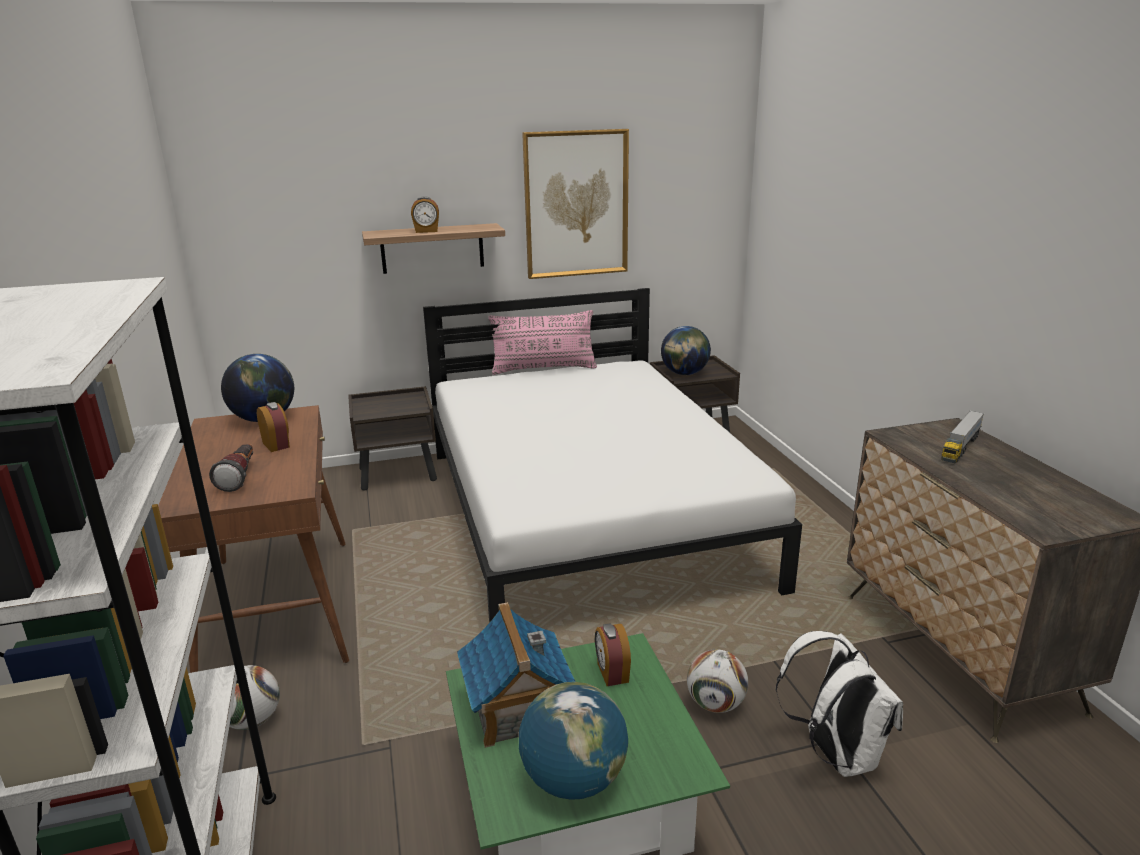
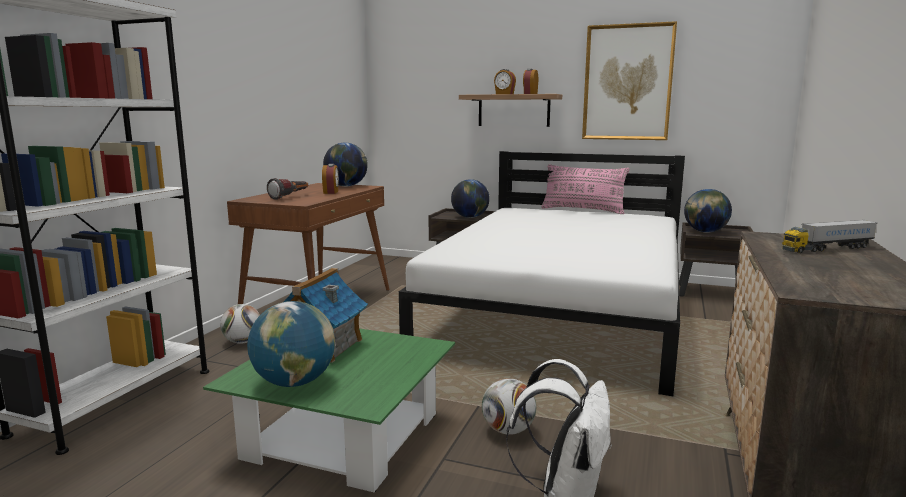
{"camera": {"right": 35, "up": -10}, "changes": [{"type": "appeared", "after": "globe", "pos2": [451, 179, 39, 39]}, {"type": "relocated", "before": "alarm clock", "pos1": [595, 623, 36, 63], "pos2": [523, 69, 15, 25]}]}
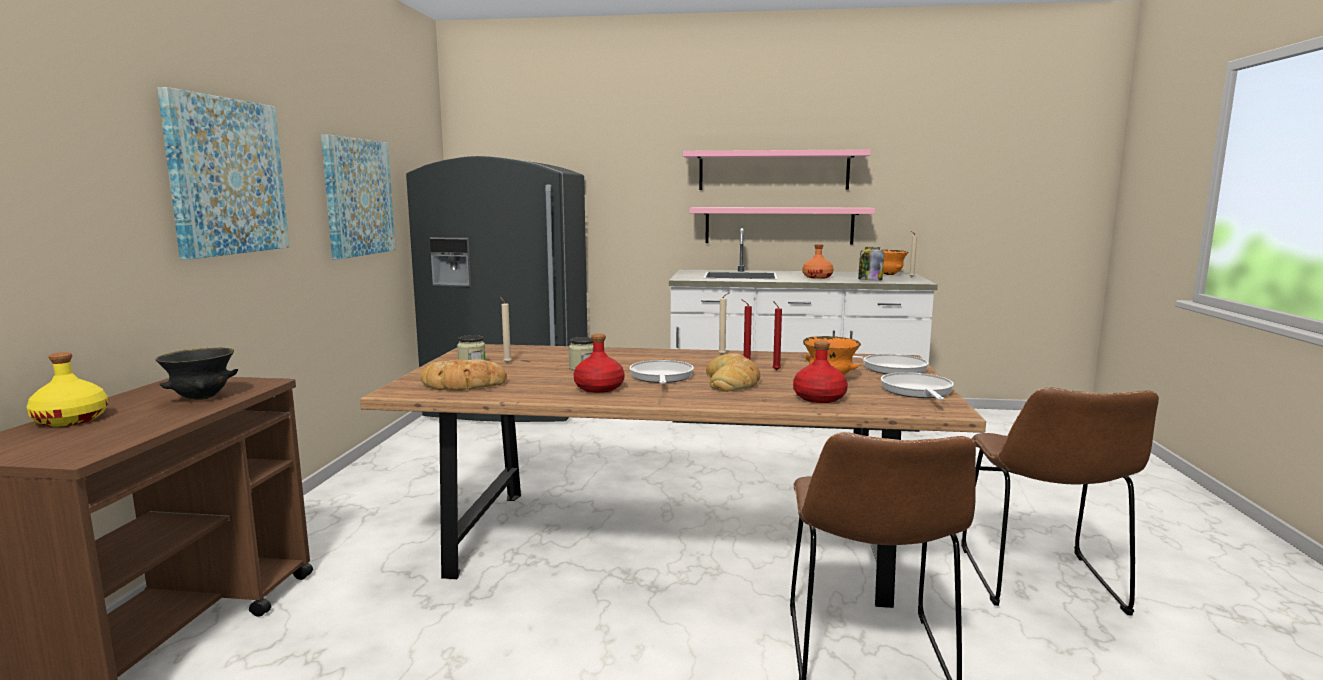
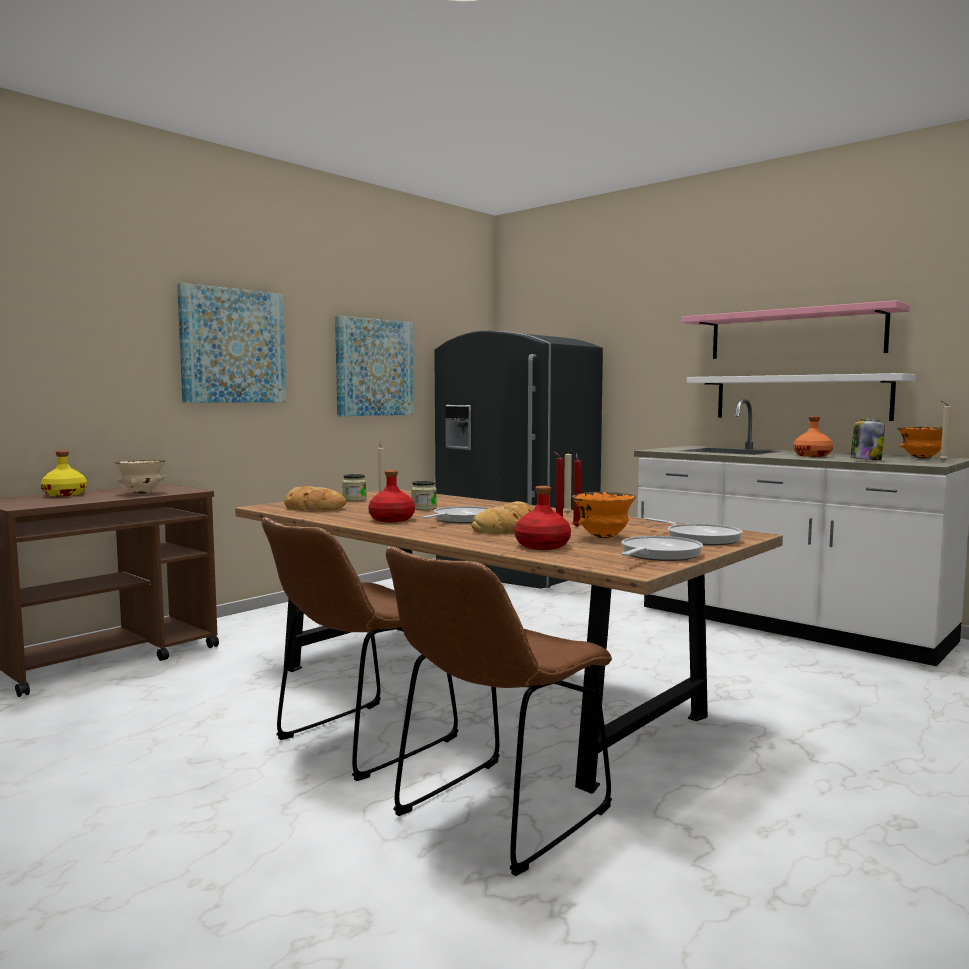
{"camera": {"right": 35, "up": -5}, "changes": [{"type": "relocated", "before": "chair (brown)", "pos1": [961, 387, 198, 228], "pos2": [262, 517, 197, 264]}, {"type": "colour", "before": "bowl (black)", "after": "bowl (beige)", "pos1": [155, 347, 83, 53], "pos2": [115, 460, 50, 34]}, {"type": "colour", "before": "shelf (pink)", "after": "shelf (white)", "pos1": [689, 207, 186, 38], "pos2": [687, 373, 228, 48]}]}
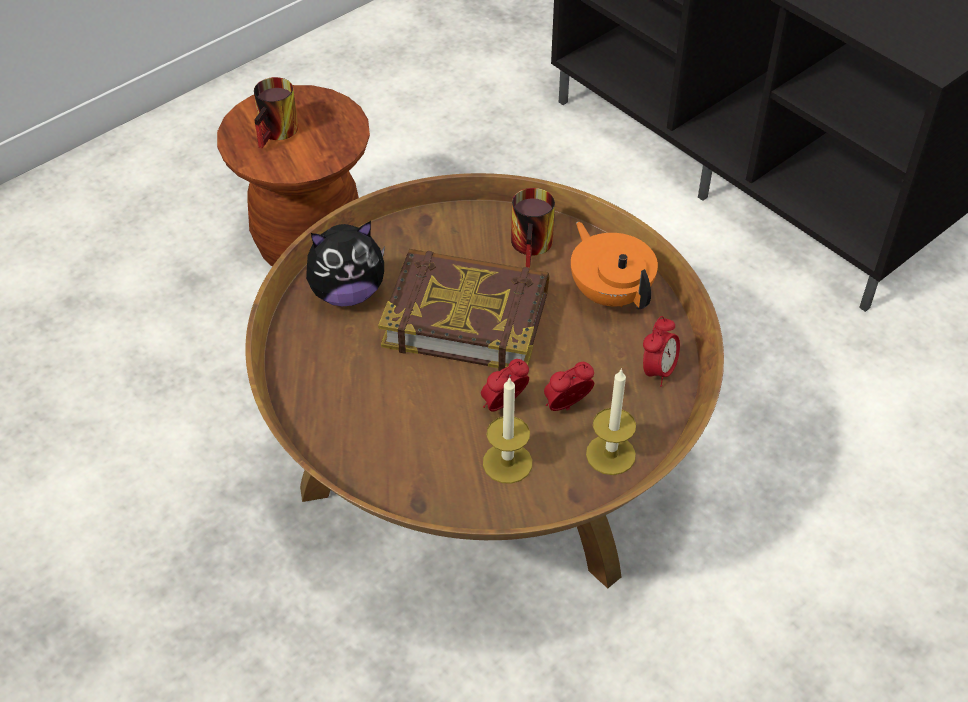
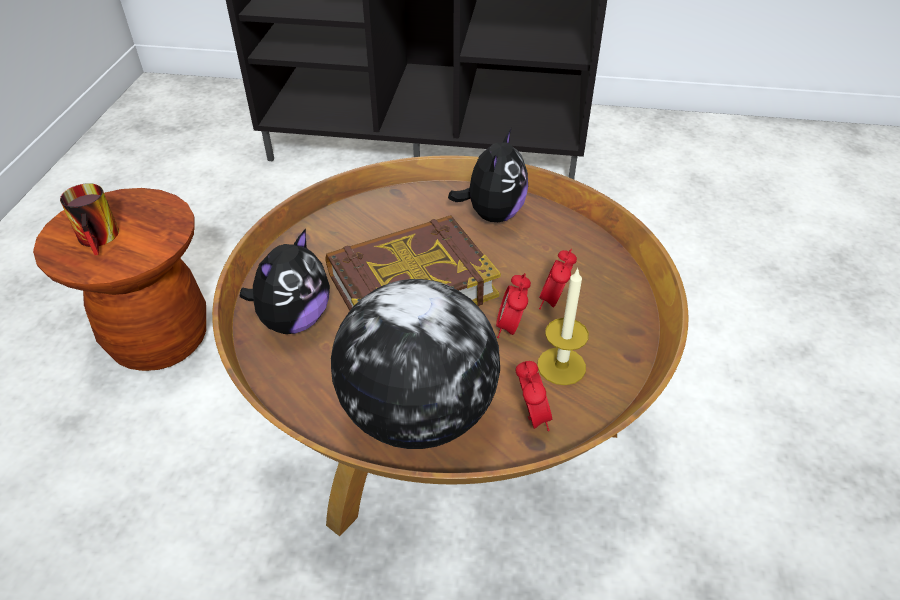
{"camera": {"right": -40, "up": -5}, "changes": [{"type": "missing", "before": "mug", "pos1": [511, 188, 44, 80]}, {"type": "missing", "before": "candle", "pos1": [586, 368, 50, 107]}, {"type": "appeared", "after": "globe", "pos2": [331, 279, 169, 170]}, {"type": "relocated", "before": "alarm clock", "pos1": [643, 316, 37, 71], "pos2": [516, 361, 36, 70]}, {"type": "exchanged", "before": "teapot (orange)", "after": "plush toy", "pos1": [571, 222, 87, 87], "pos2": [448, 128, 80, 94]}]}
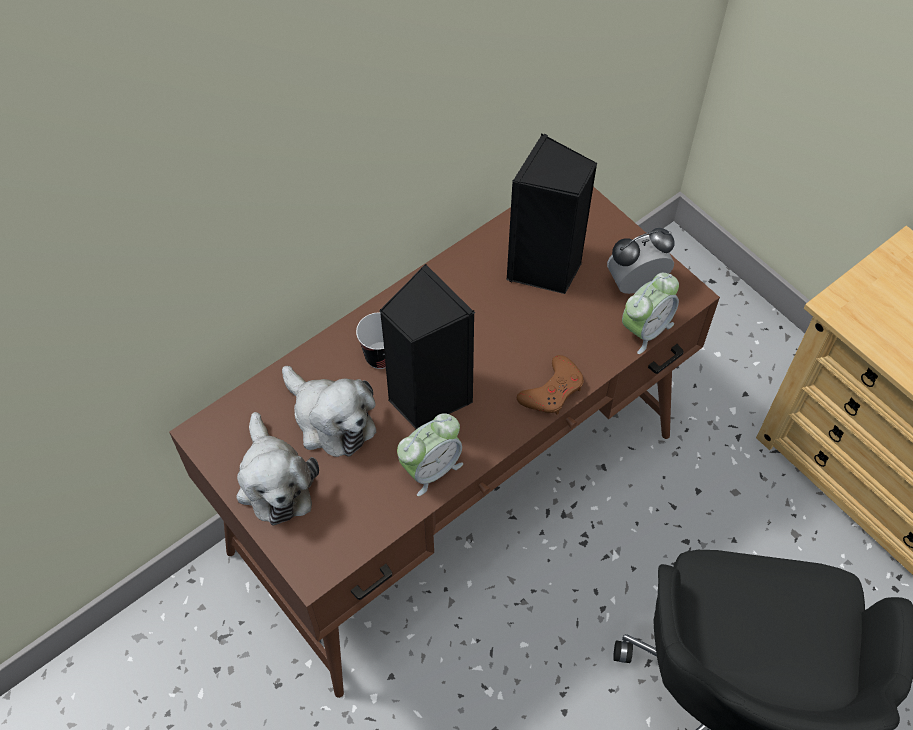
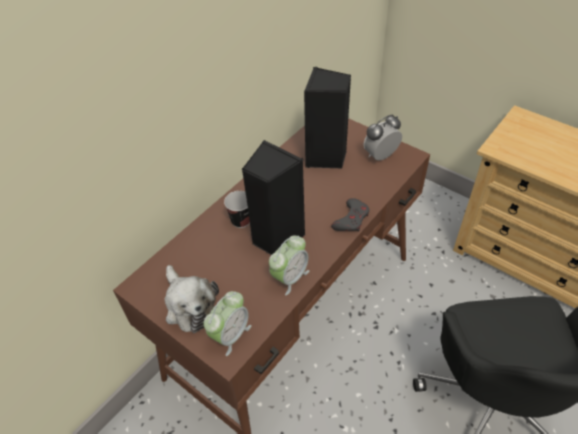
{"camera": {"right": -10, "up": -10}, "changes": [{"type": "missing", "before": "plush toy", "pos1": [282, 366, 94, 91]}, {"type": "relocated", "before": "alarm clock", "pos1": [622, 273, 57, 81], "pos2": [203, 291, 49, 65]}, {"type": "colour", "before": "game controller (brown)", "after": "game controller (grey)", "pos1": [517, 355, 67, 60], "pos2": [331, 198, 38, 34]}]}
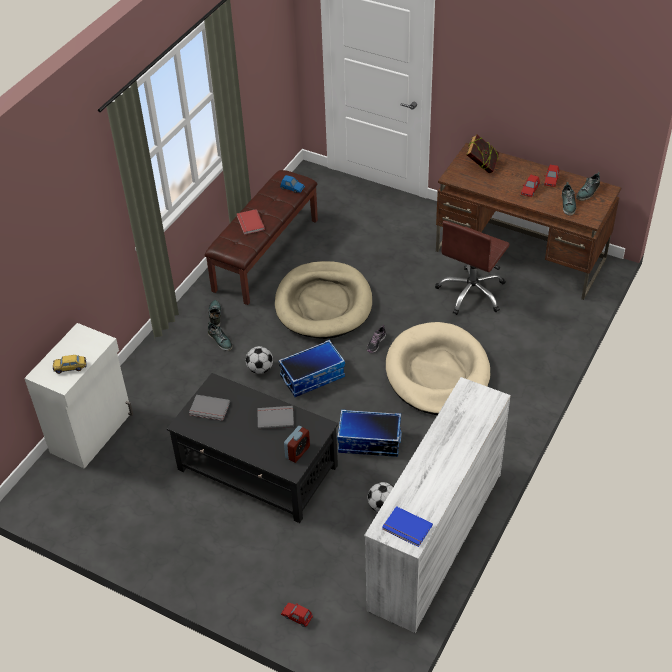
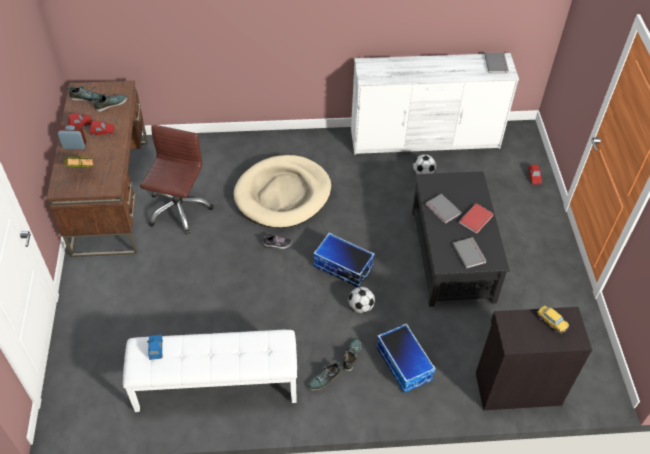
{"camera": {"right": -125, "up": 5}, "changes": [{"type": "missing", "before": "dog bed (beige)", "pos1": [275, 261, 97, 78]}, {"type": "relocated", "before": "book (red)", "pos1": [237, 209, 28, 26], "pos2": [459, 203, 35, 31]}, {"type": "relocated", "before": "alarm clock", "pos1": [284, 426, 26, 37], "pos2": [58, 125, 28, 24]}, {"type": "relocated", "before": "storage box", "pos1": [337, 410, 65, 47], "pos2": [377, 323, 59, 70]}, {"type": "colour", "before": "cabinet (white)", "after": "cabinet (black)", "pos1": [24, 323, 109, 146], "pos2": [476, 307, 116, 103]}, {"type": "colour", "before": "bench (brown)", "after": "bench (white)", "pos1": [205, 170, 113, 135], "pos2": [123, 330, 174, 82]}, {"type": "colour", "before": "book (blue)", "after": "book (grey)", "pos1": [382, 506, 51, 41], "pos2": [484, 53, 25, 20]}, {"type": "spun", "before": "office chair (brown)", "pos1": [435, 221, 75, 94], "pos2": [140, 124, 73, 110], "turn": -75}]}
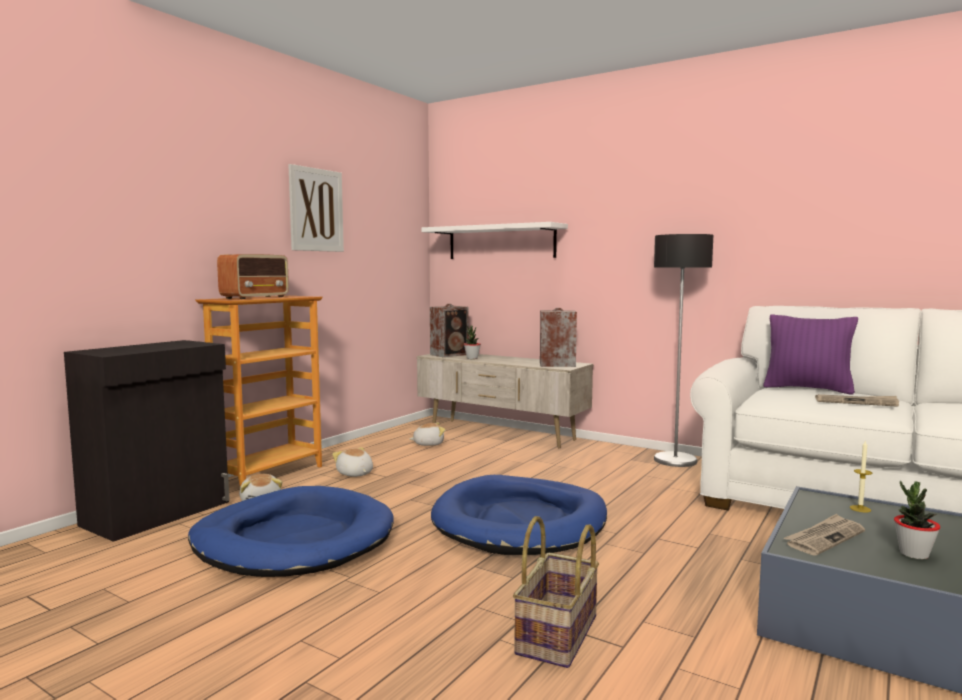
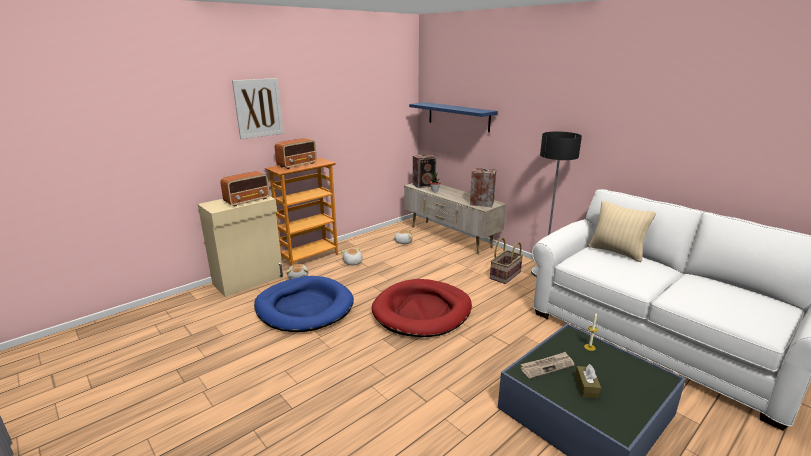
{"camera": {"right": 15, "up": 15}, "changes": [{"type": "missing", "before": "newspaper", "pos1": [815, 394, 84, 13]}, {"type": "appeared", "after": "radio", "pos2": [220, 171, 49, 36]}, {"type": "relocated", "before": "picture", "pos1": [289, 164, 55, 88], "pos2": [232, 78, 51, 61]}, {"type": "relocated", "before": "basket", "pos1": [513, 516, 86, 152], "pos2": [490, 238, 33, 46]}, {"type": "exchanged", "before": "potted plant", "after": "tissue box (brown)", "pos1": [894, 481, 47, 78], "pos2": [575, 364, 26, 34]}, {"type": "colour", "before": "cabinet (black)", "after": "cabinet (beige)", "pos1": [64, 340, 166, 202], "pos2": [198, 196, 86, 101]}, {"type": "colour", "before": "shelf (white)", "after": "shelf (blue)", "pos1": [421, 222, 147, 37], "pos2": [409, 102, 89, 30]}, {"type": "colour", "before": "dog bed (blue)", "after": "dog bed (red)", "pos1": [431, 475, 176, 80], "pos2": [372, 279, 100, 58]}, {"type": "colour", "before": "pillow (purple)", "after": "pillow (beige)", "pos1": [763, 314, 95, 80], "pos2": [588, 200, 68, 62]}]}
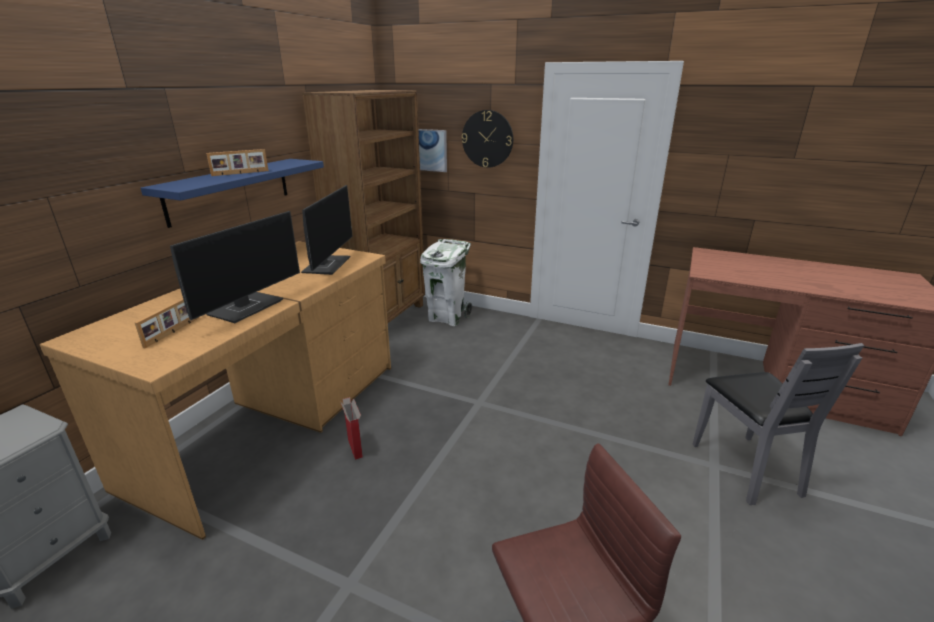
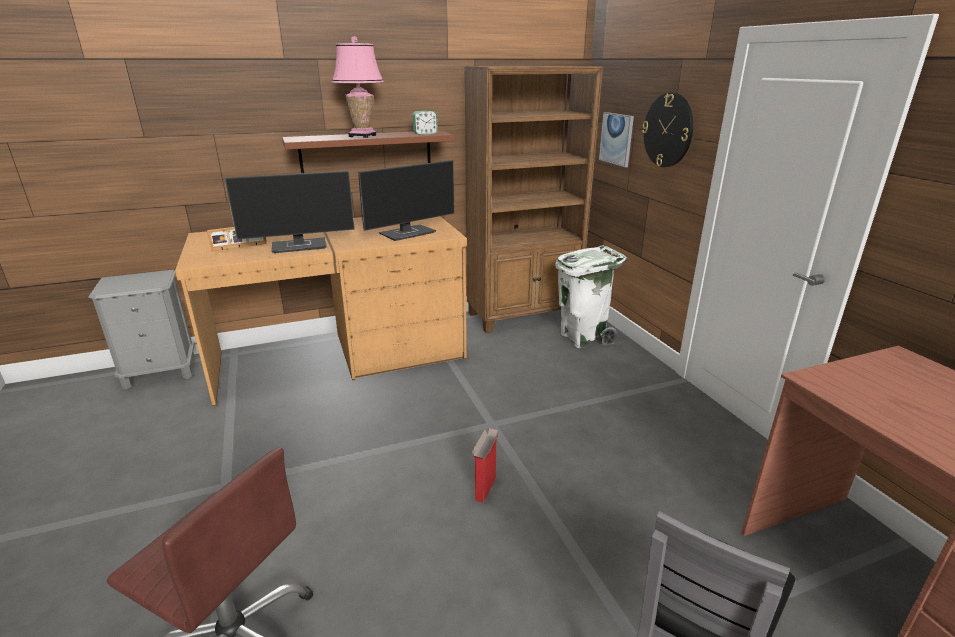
{"camera": {"right": 45, "up": 0}, "changes": [{"type": "appeared", "after": "alarm clock", "pos2": [412, 111, 26, 24]}, {"type": "relocated", "before": "cardboard box", "pos1": [340, 397, 23, 63], "pos2": [472, 428, 27, 75]}, {"type": "exchanged", "before": "picture frame", "after": "table lamp (pink)", "pos1": [206, 149, 63, 27], "pos2": [332, 36, 52, 102]}, {"type": "colour", "before": "shelf (blue)", "after": "shelf (brown)", "pos1": [141, 159, 183, 69], "pos2": [282, 130, 171, 43]}]}
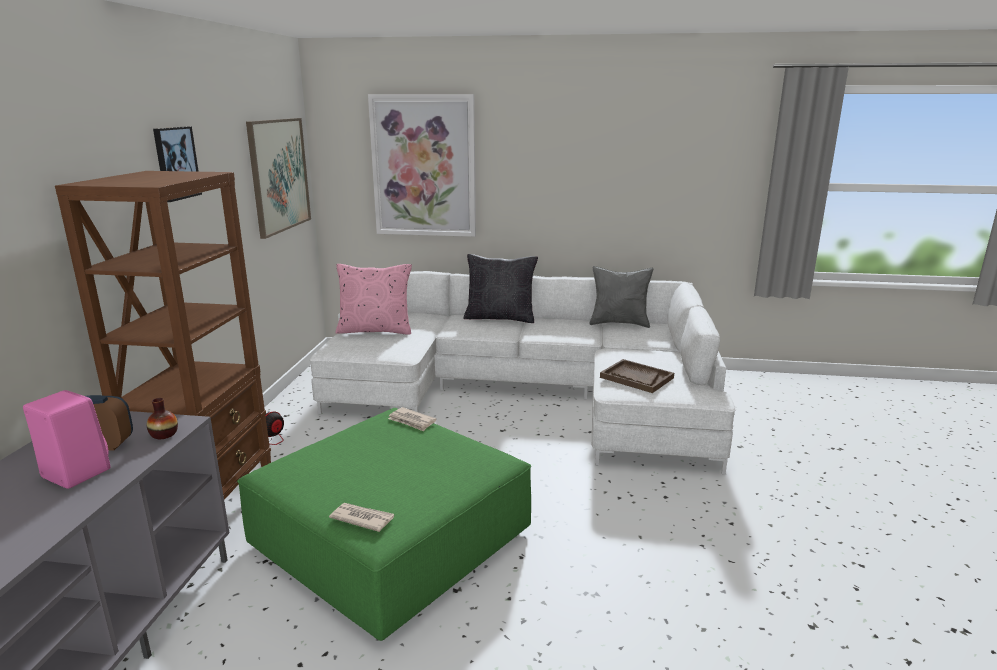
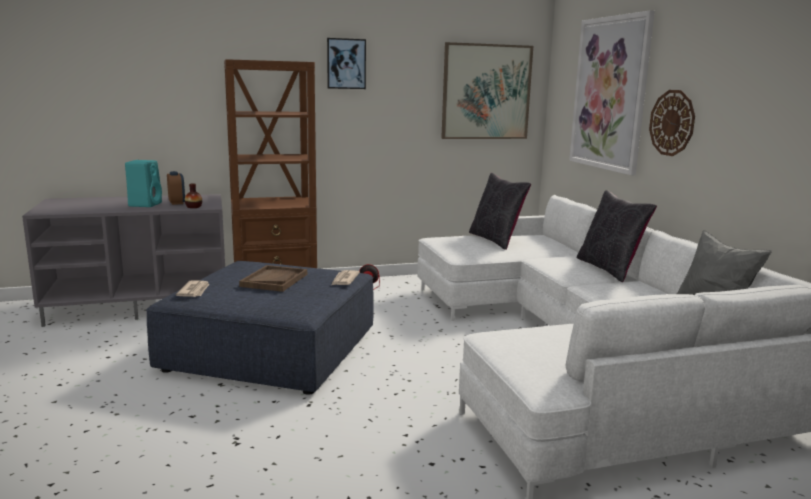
{"camera": {"right": 65, "up": -5}, "changes": [{"type": "appeared", "after": "wall clock", "pos2": [649, 90, 46, 66]}, {"type": "relocated", "before": "tray (brown)", "pos1": [600, 359, 74, 34], "pos2": [239, 265, 68, 27]}, {"type": "colour", "before": "speaker (pink)", "after": "speaker (turquoise)", "pos1": [23, 390, 87, 99], "pos2": [125, 160, 37, 47]}, {"type": "colour", "before": "ottoman (green)", "after": "ottoman (blue)", "pos1": [237, 408, 294, 233], "pos2": [146, 261, 228, 134]}, {"type": "colour", "before": "pillow (pink)", "after": "pillow (black)", "pos1": [335, 264, 77, 71], "pos2": [469, 173, 62, 77]}]}
